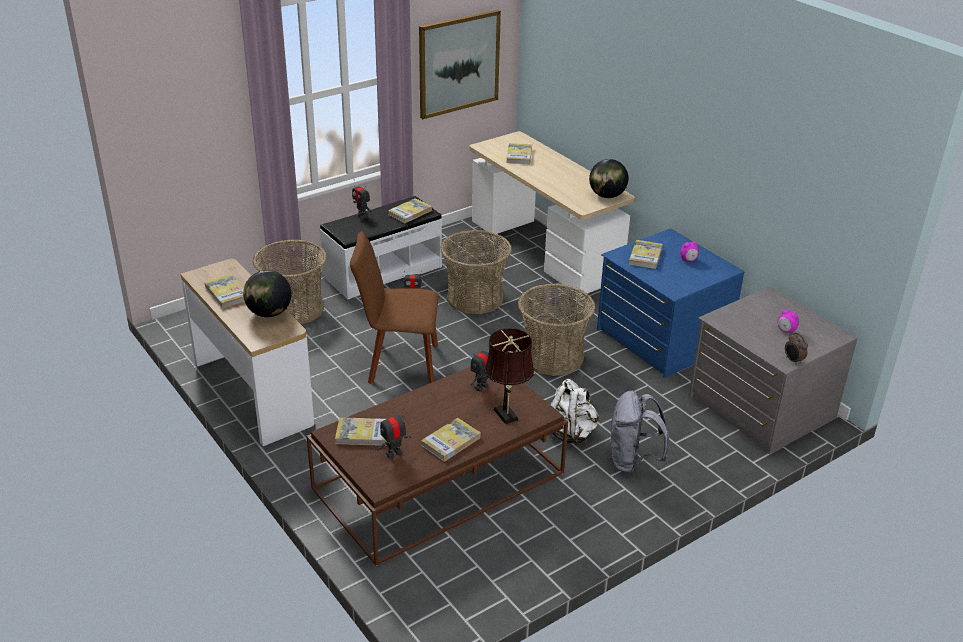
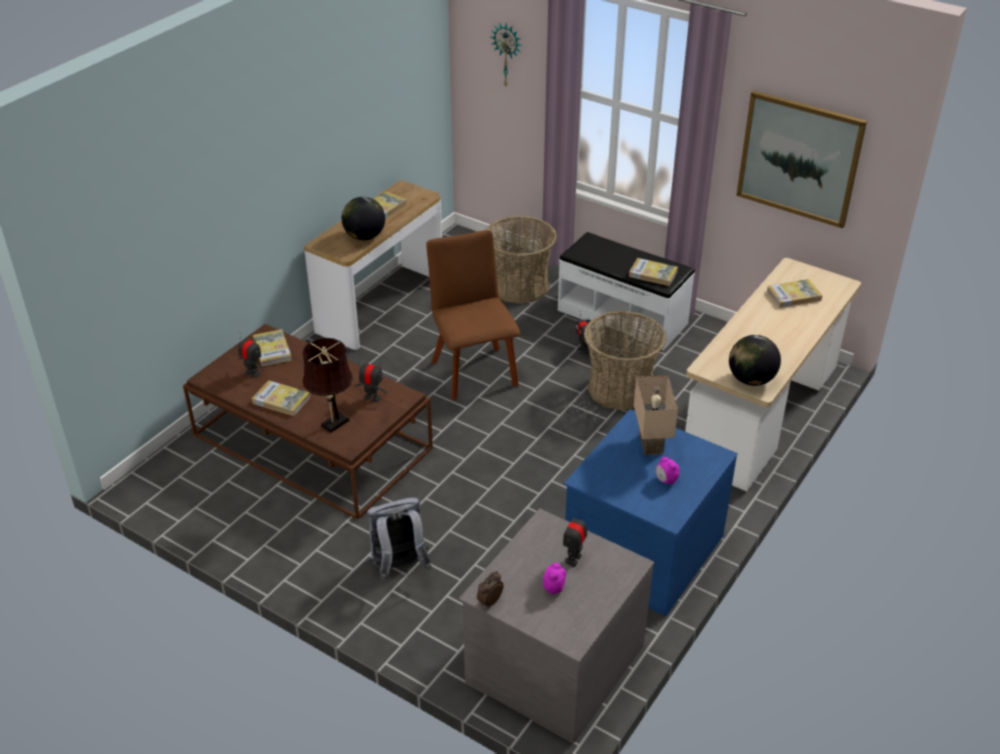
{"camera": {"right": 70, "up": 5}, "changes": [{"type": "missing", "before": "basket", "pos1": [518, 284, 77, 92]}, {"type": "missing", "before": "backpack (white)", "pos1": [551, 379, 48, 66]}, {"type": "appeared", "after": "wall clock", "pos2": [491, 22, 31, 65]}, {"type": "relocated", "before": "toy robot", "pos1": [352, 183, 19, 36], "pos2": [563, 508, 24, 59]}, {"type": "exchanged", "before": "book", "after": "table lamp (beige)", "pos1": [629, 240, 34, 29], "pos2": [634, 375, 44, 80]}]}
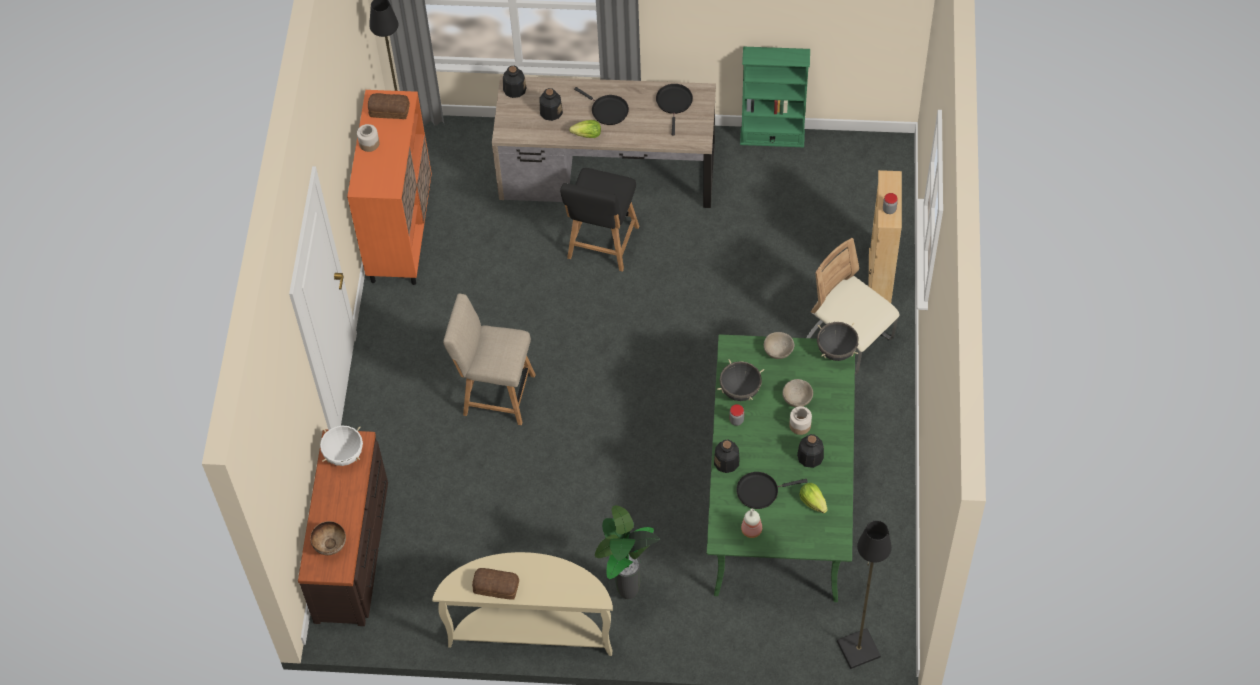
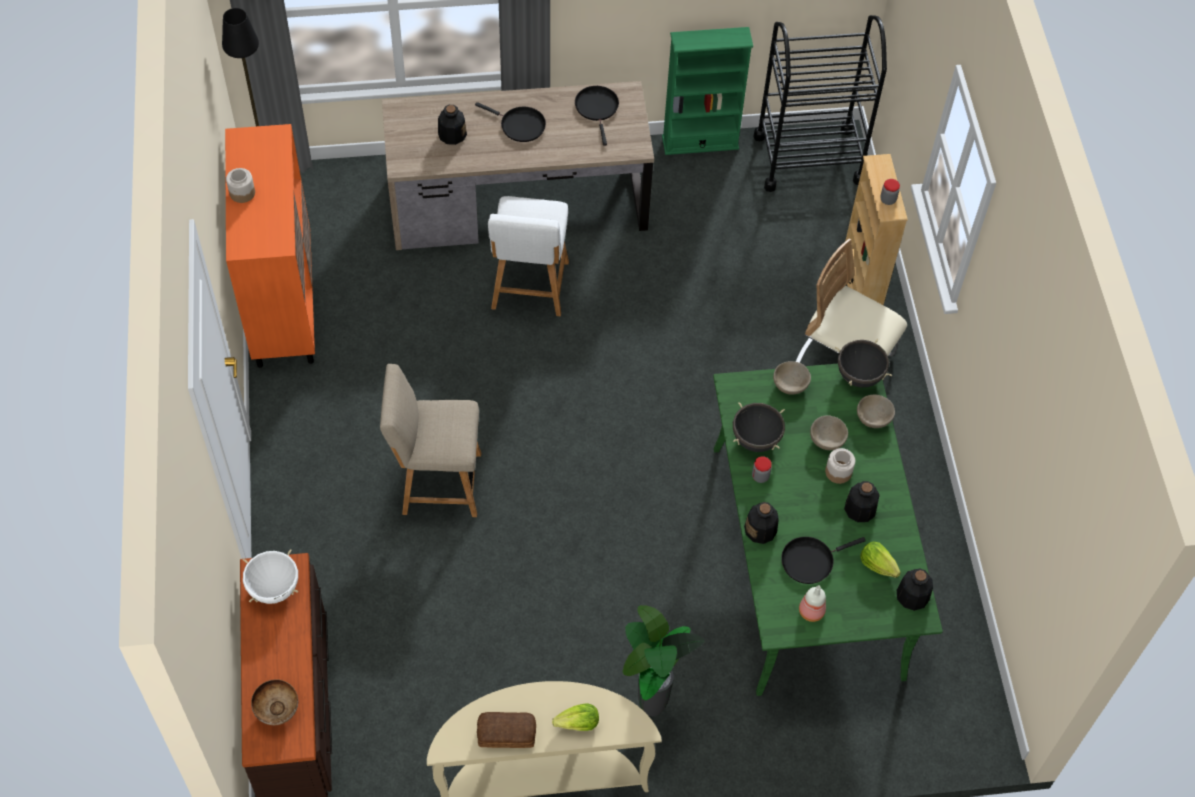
{"camera": {"right": -15, "up": 0}, "changes": [{"type": "missing", "before": "bread", "pos1": [368, 93, 42, 26]}, {"type": "missing", "before": "floor lamp (black)", "pos1": [837, 521, 55, 148]}, {"type": "appeared", "after": "cart (black)", "pos2": [753, 15, 134, 177]}, {"type": "appeared", "after": "bowl (beige)", "pos2": [857, 395, 38, 33]}, {"type": "relocated", "before": "bottle", "pos1": [503, 66, 24, 32], "pos2": [897, 568, 36, 43]}, {"type": "relocated", "before": "lettuce", "pos1": [569, 120, 32, 18], "pos2": [552, 703, 47, 28]}, {"type": "colour", "before": "chair (black)", "after": "chair (white)", "pos1": [560, 168, 79, 104], "pos2": [488, 196, 81, 120]}]}
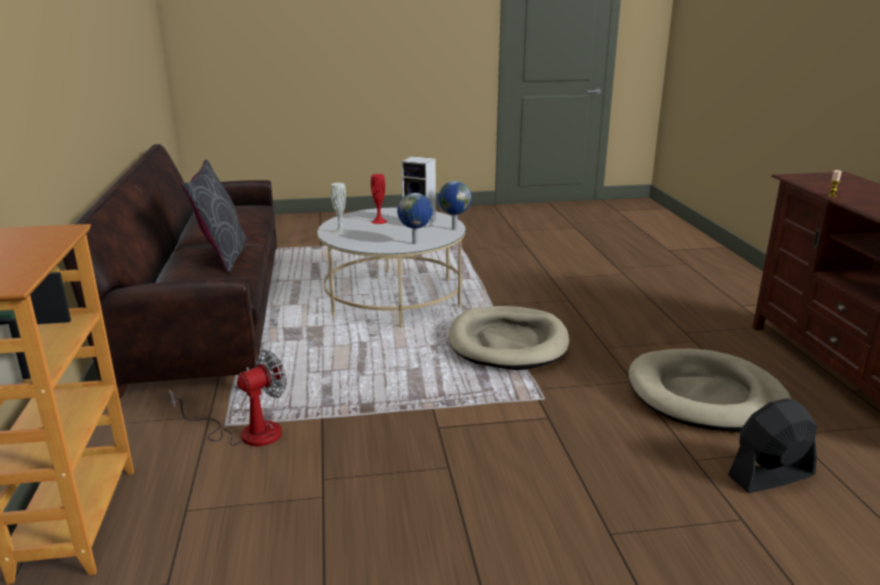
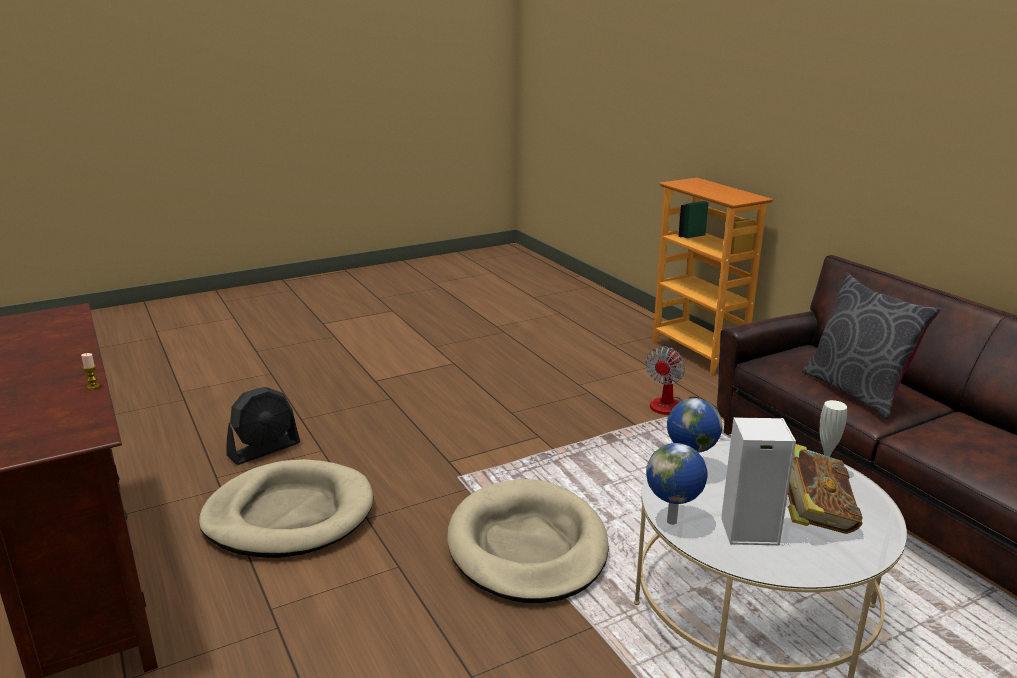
{"camera": {"right": 160, "up": 0}, "changes": [{"type": "exchanged", "before": "vase (red)", "after": "book", "pos1": [371, 174, 16, 50], "pos2": [788, 444, 75, 90]}]}
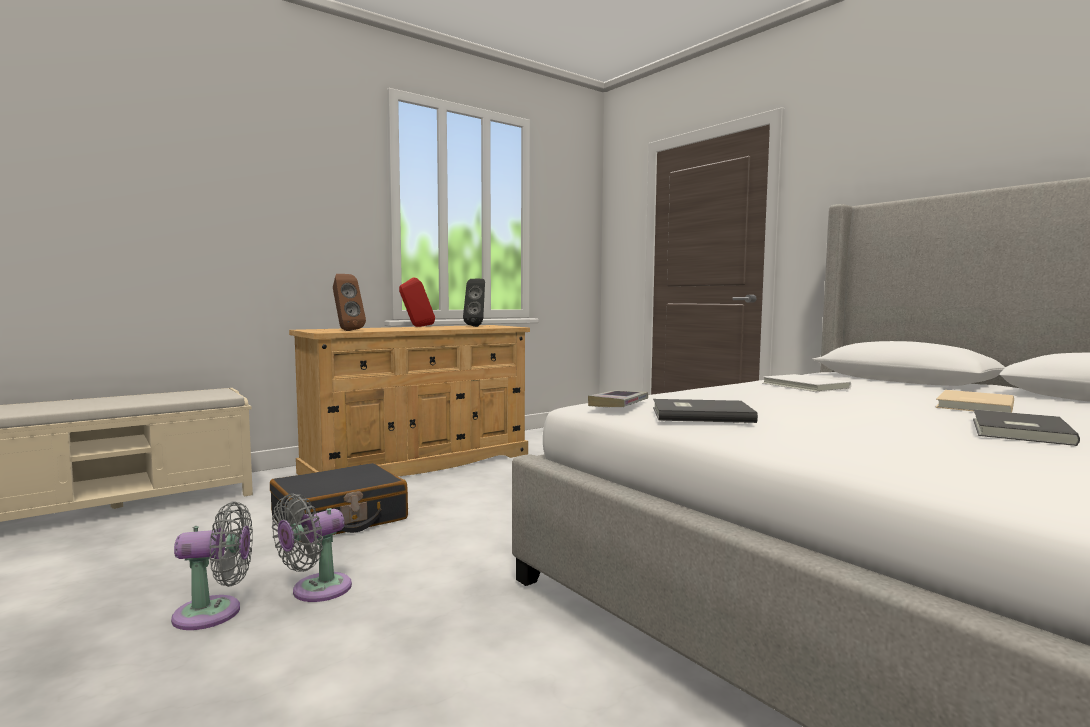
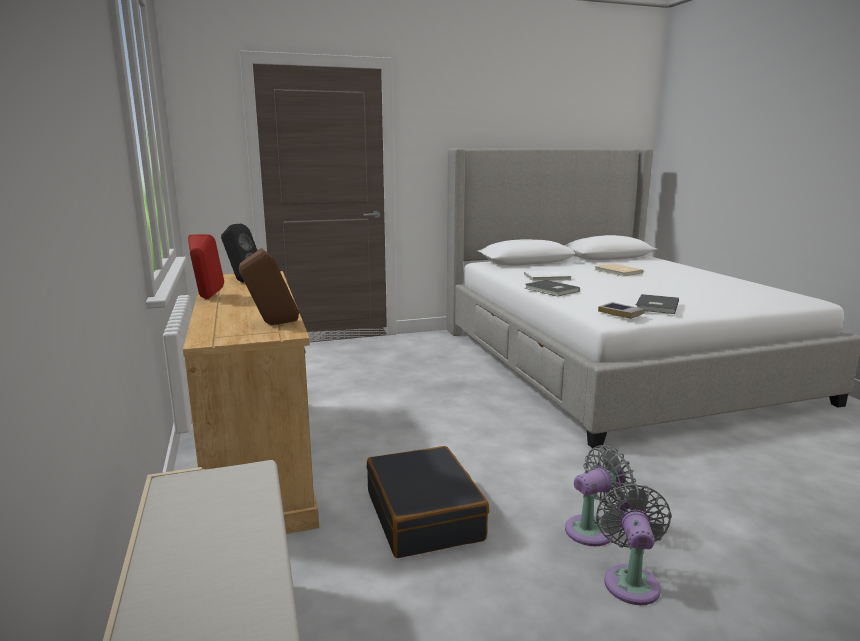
{"camera": {"right": -70, "up": 10}, "changes": [{"type": "relocated", "before": "book (grey)", "pos1": [973, 410, 107, 36], "pos2": [524, 280, 56, 16]}, {"type": "spun", "before": "fan (grey)", "pos1": [272, 494, 80, 108], "pos2": [565, 445, 71, 101], "turn": -90}]}
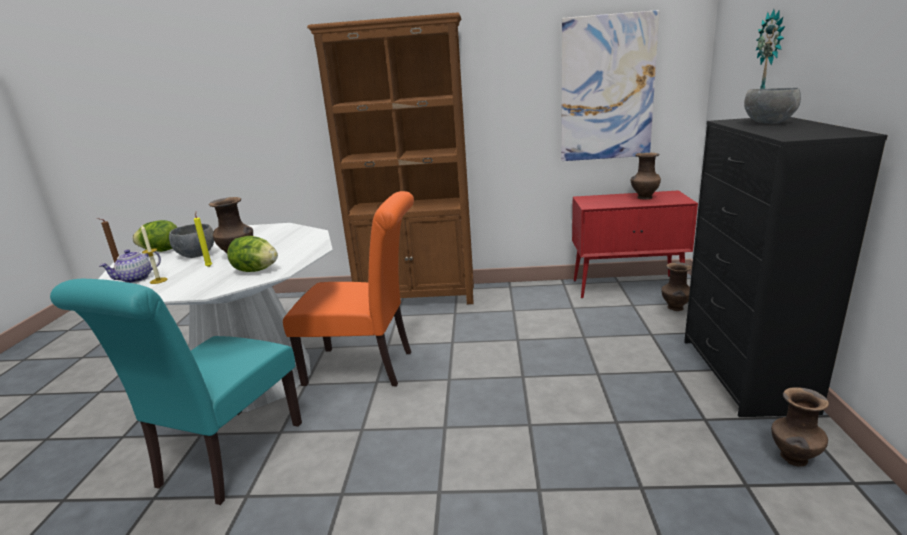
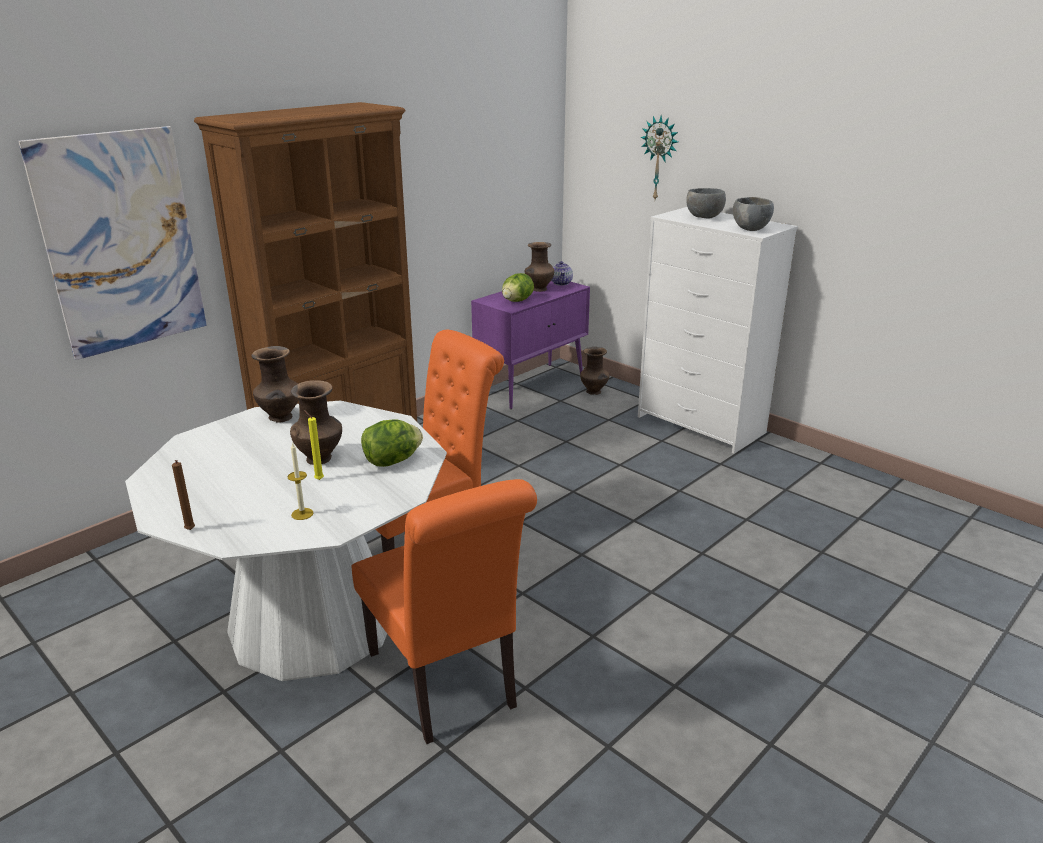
{"camera": {"right": -50, "up": 5}, "changes": [{"type": "relocated", "before": "teapot", "pos1": [99, 250, 62, 33], "pos2": [551, 261, 22, 25]}, {"type": "relocated", "before": "lettuce", "pos1": [132, 220, 46, 32], "pos2": [502, 273, 32, 29]}, {"type": "relocated", "before": "bowl (grey)", "pos1": [169, 224, 45, 34], "pos2": [733, 197, 41, 34]}, {"type": "relocated", "before": "picture", "pos1": [561, 10, 99, 151], "pos2": [18, 126, 189, 234]}, {"type": "relocated", "before": "vase (brown)", "pos1": [771, 387, 58, 80], "pos2": [251, 346, 48, 77]}, {"type": "colour", "before": "chair (turquoise)", "after": "chair (orange)", "pos1": [50, 279, 252, 226], "pos2": [352, 479, 185, 265]}, {"type": "colour", "before": "cabinet (red)", "after": "cabinet (purple)", "pos1": [572, 190, 126, 108], "pos2": [471, 281, 119, 128]}, {"type": "colour", "before": "dresser (black)", "after": "dresser (white)", "pos1": [684, 117, 204, 300], "pos2": [638, 207, 160, 247]}]}
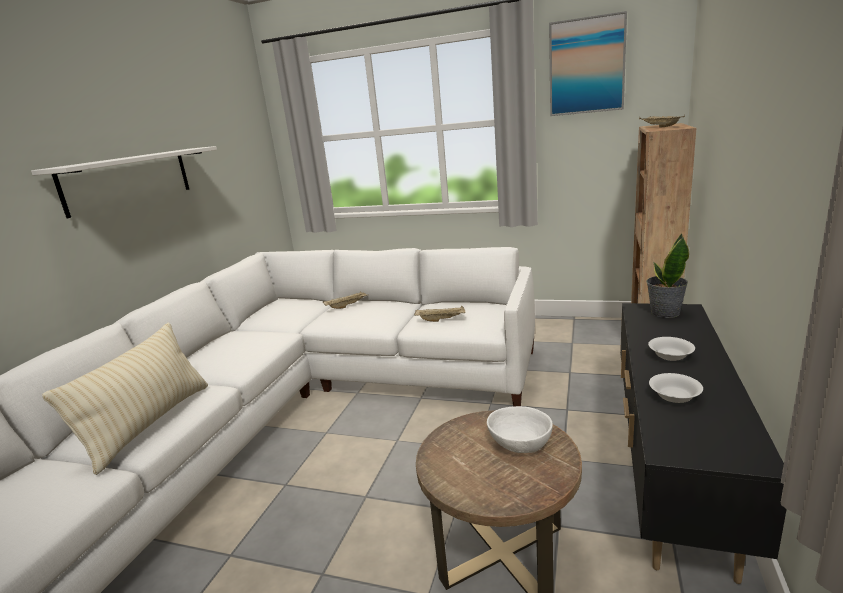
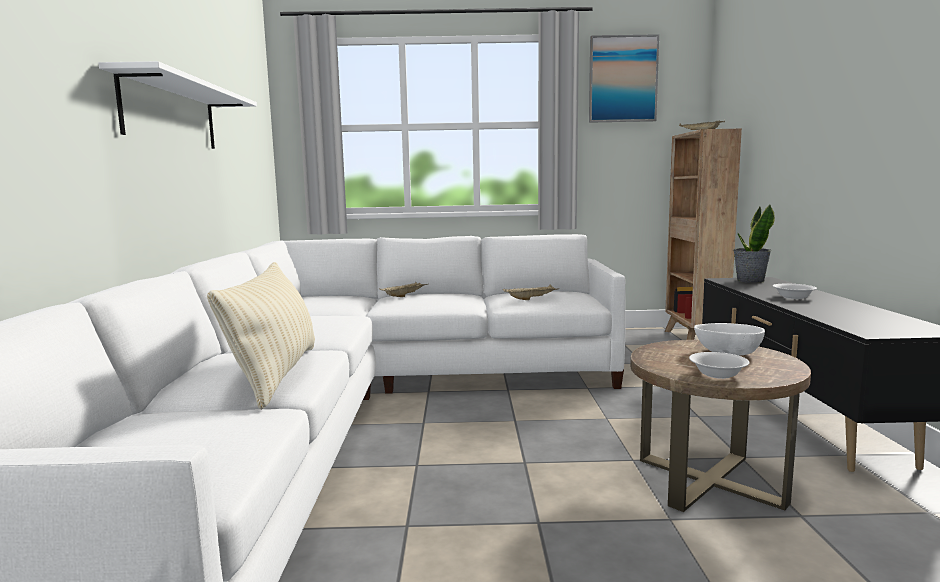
{"camera": {"right": -20, "up": -10}, "changes": [{"type": "relocated", "before": "bowl (white)", "pos1": [649, 373, 54, 30], "pos2": [689, 352, 60, 27]}]}
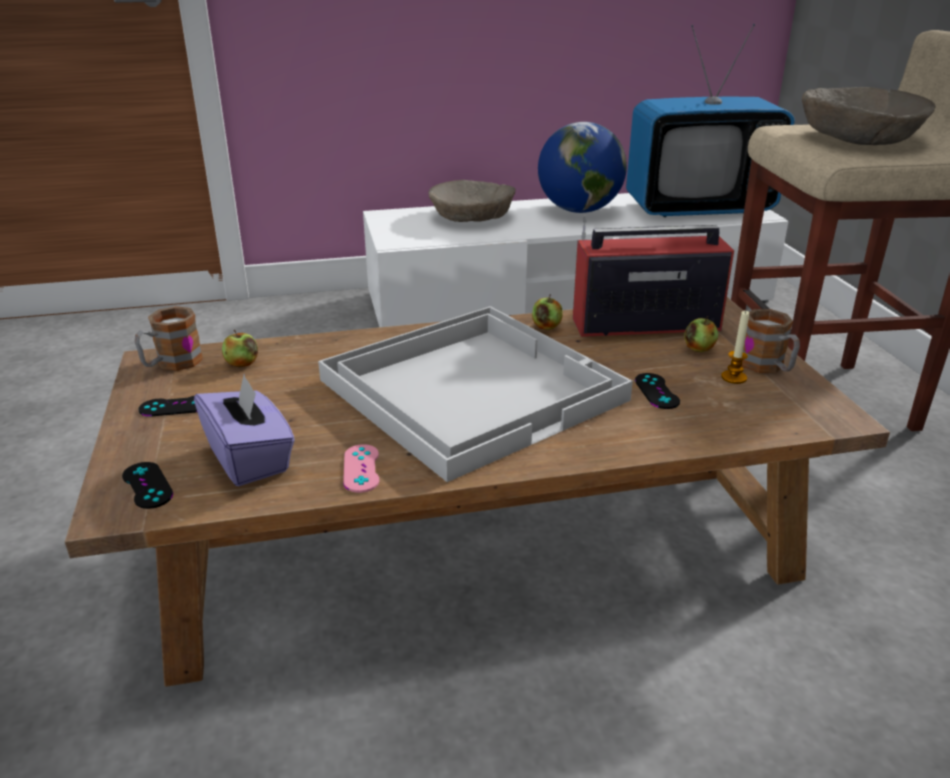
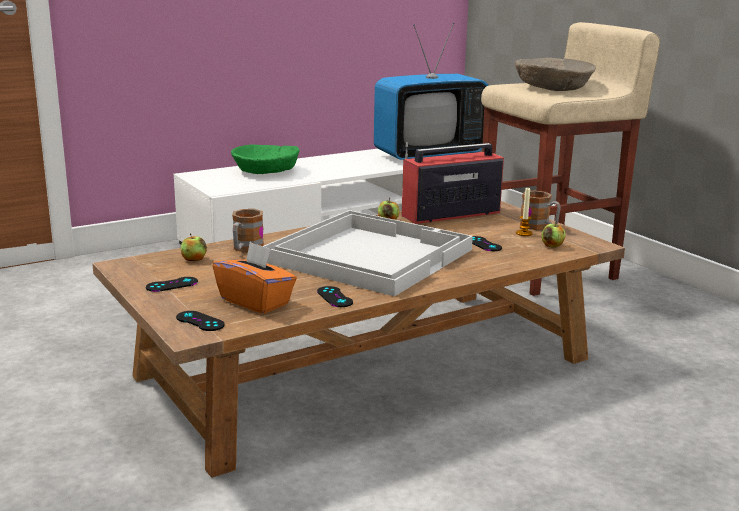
{"camera": {"right": -20, "up": -10}, "changes": [{"type": "missing", "before": "globe", "pos1": [538, 122, 89, 91]}, {"type": "relocated", "before": "mug", "pos1": [135, 306, 68, 65], "pos2": [232, 209, 32, 43]}, {"type": "relocated", "before": "apple", "pos1": [684, 316, 34, 36], "pos2": [541, 221, 24, 27]}, {"type": "colour", "before": "tissue box (purple)", "after": "tissue box (orange)", "pos1": [194, 374, 101, 112], "pos2": [212, 242, 85, 72]}, {"type": "colour", "before": "game controller (pink)", "after": "game controller (black)", "pos1": [343, 444, 36, 49], "pos2": [317, 286, 36, 21]}, {"type": "colour", "before": "bowl (beige)", "after": "bowl (green)", "pos1": [428, 180, 88, 42], "pos2": [231, 144, 69, 30]}]}
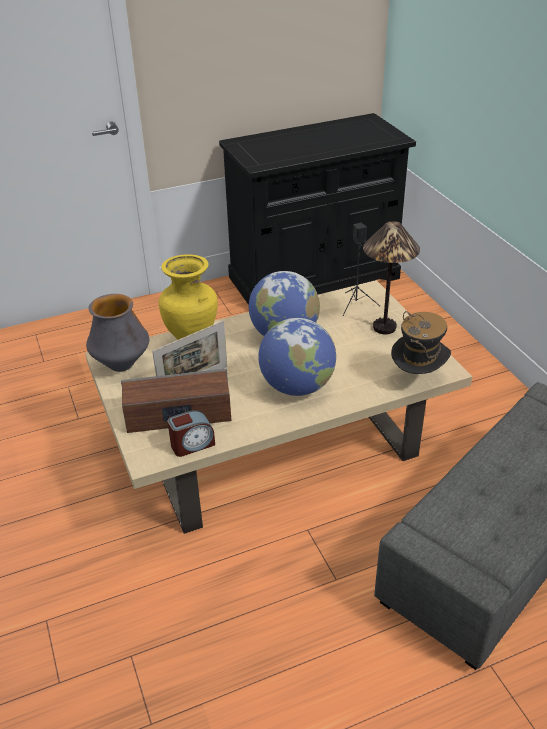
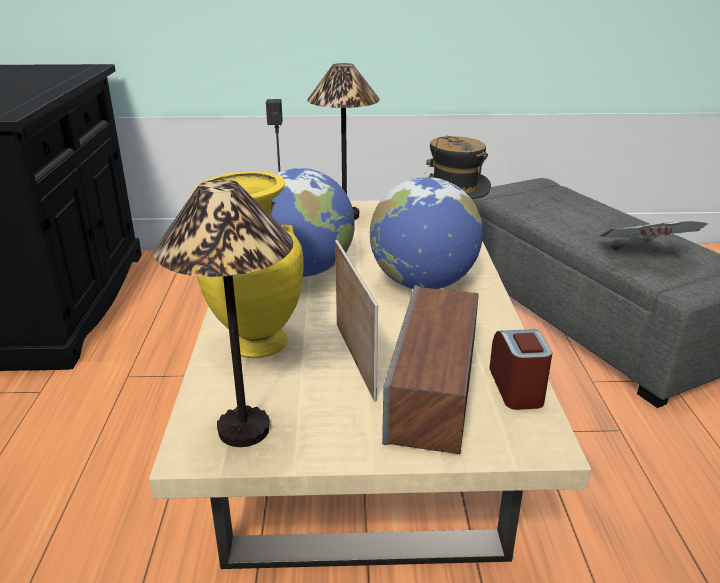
{"camera": {"right": -70, "up": -10}, "changes": [{"type": "appeared", "after": "newspaper", "pos2": [599, 221, 109, 19]}, {"type": "exchanged", "before": "vase", "after": "table lamp", "pos1": [86, 294, 63, 78], "pos2": [154, 179, 139, 268]}]}
